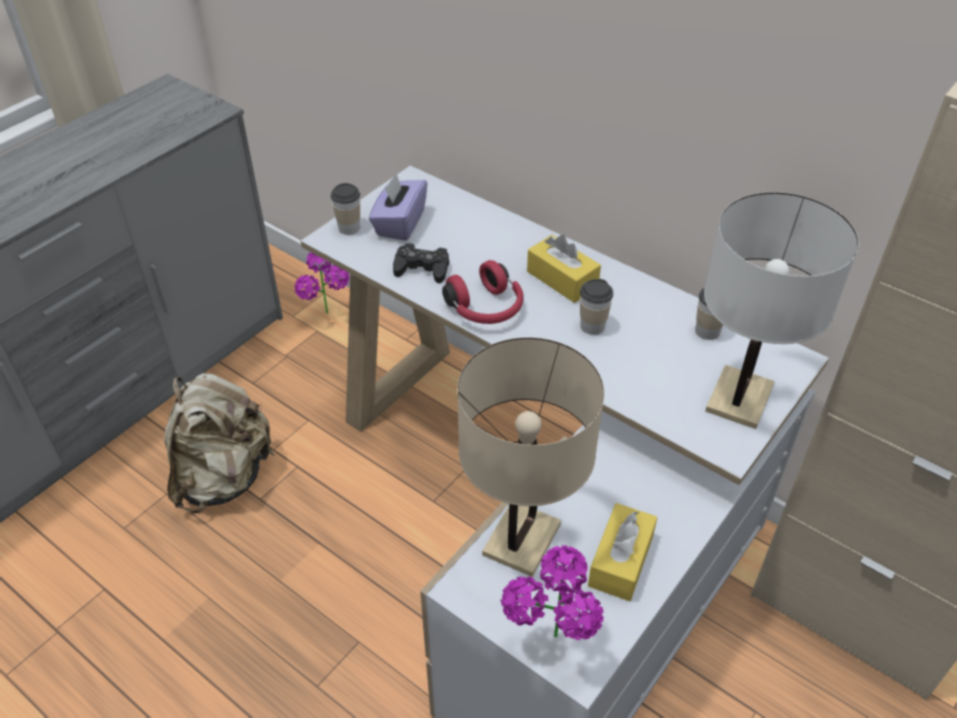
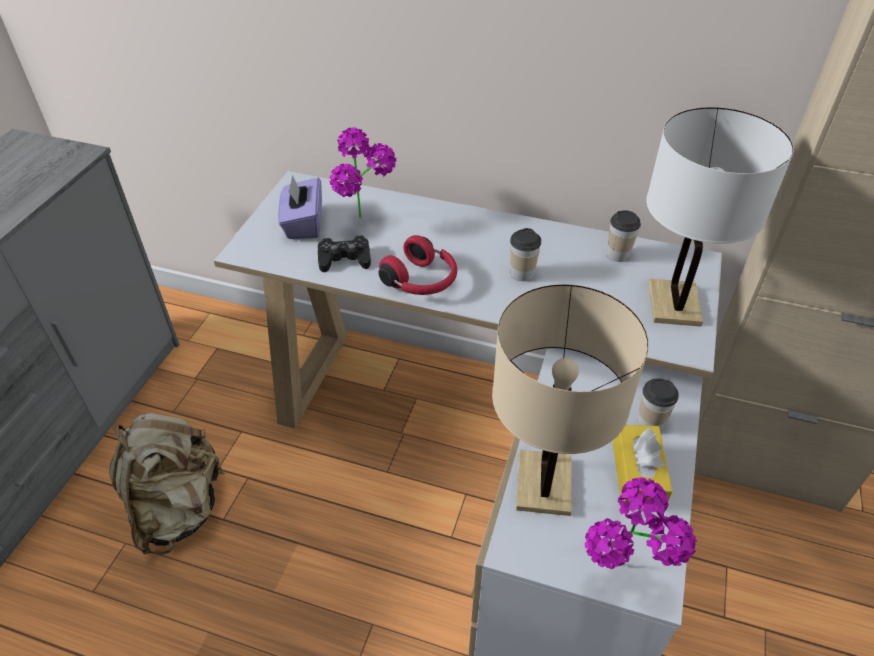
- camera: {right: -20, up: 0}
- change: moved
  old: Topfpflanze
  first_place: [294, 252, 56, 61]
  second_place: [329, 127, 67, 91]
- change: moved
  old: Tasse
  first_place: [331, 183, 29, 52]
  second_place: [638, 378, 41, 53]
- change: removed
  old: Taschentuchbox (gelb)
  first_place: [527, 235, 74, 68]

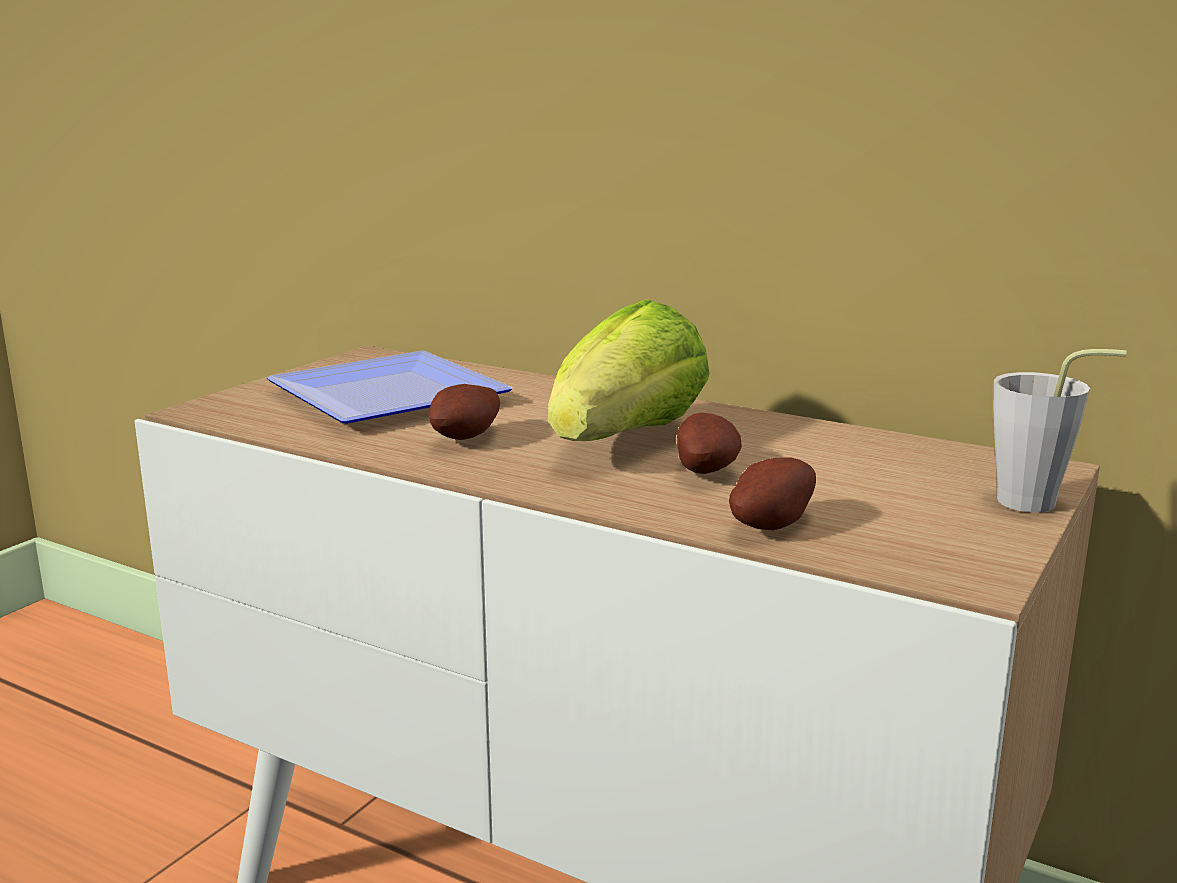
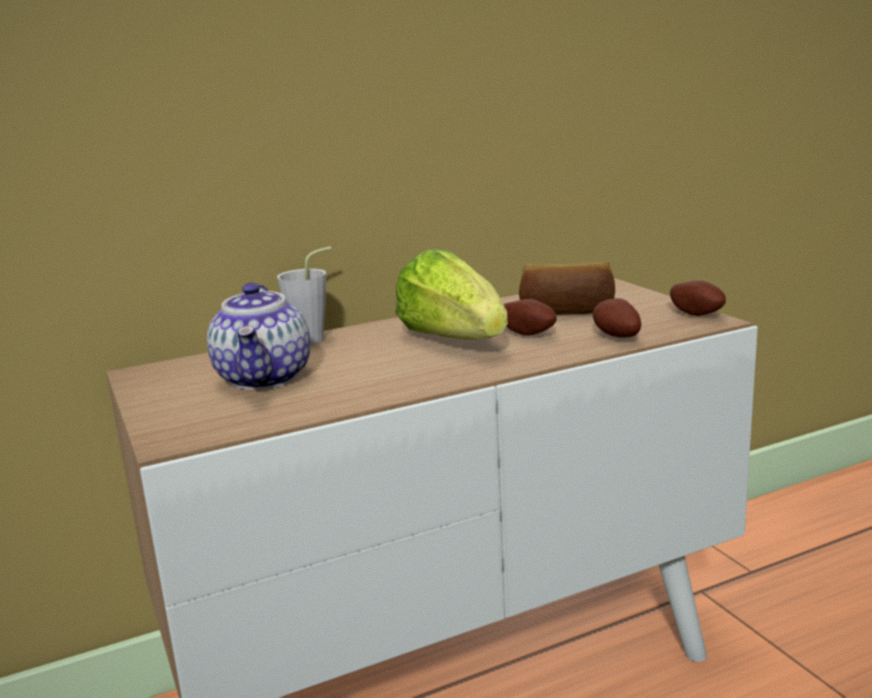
- camera: {right: -55, up: 0}
- change: replaced
  old: Teller
  new: Teekanne
  first_place: [267, 351, 246, 73]
  second_place: [207, 283, 104, 107]
- change: moved
  old: Kartoffel
  first_place: [429, 384, 71, 56]
  second_place: [670, 281, 56, 35]
- change: moved
  old: Tasse (grau)
  first_place: [994, 349, 133, 163]
  second_place: [277, 246, 55, 98]
- change: added
  new: Brot
  second_place: [519, 262, 96, 53]

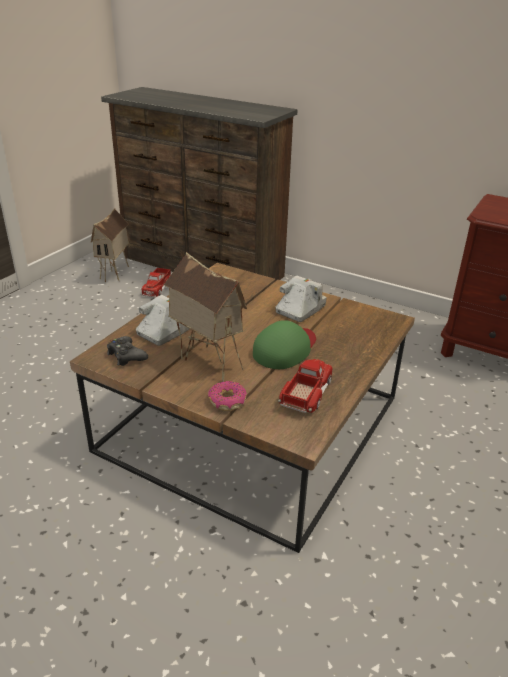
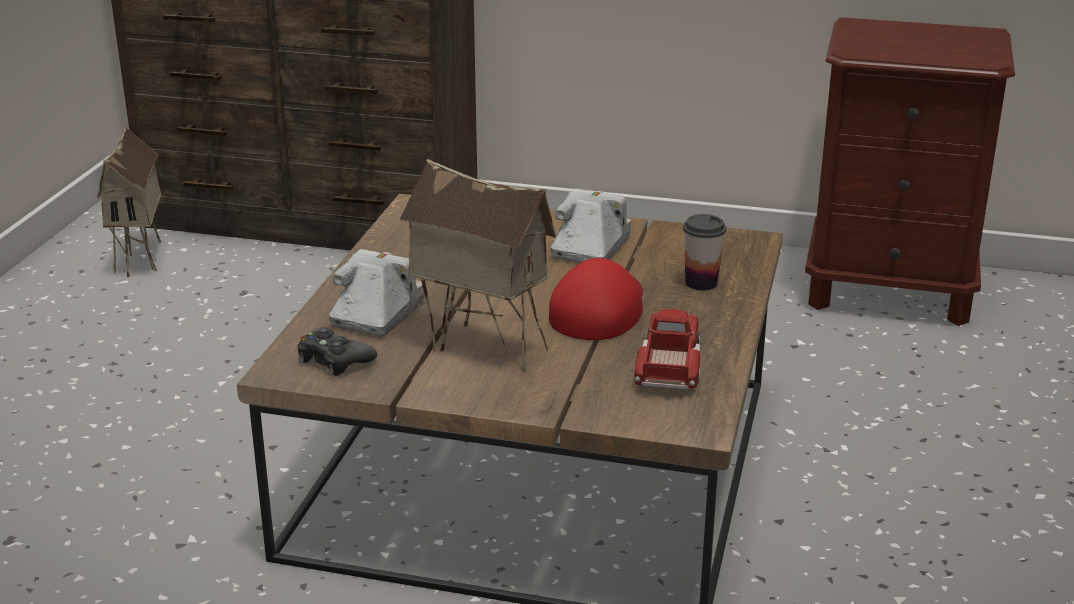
- camera: {right: -15, up: -5}
- change: removed
  old: Spielzeuglaster
  first_place: [141, 268, 30, 29]
- change: removed
  old: Donut
  first_place: [208, 381, 39, 29]
- change: recoloured
  old: Kappe (grün)
  new: Kappe (rot)
  first_place: [253, 320, 63, 49]
  second_place: [549, 258, 94, 82]
- change: added
  new: Tasse
  second_place: [683, 214, 43, 77]

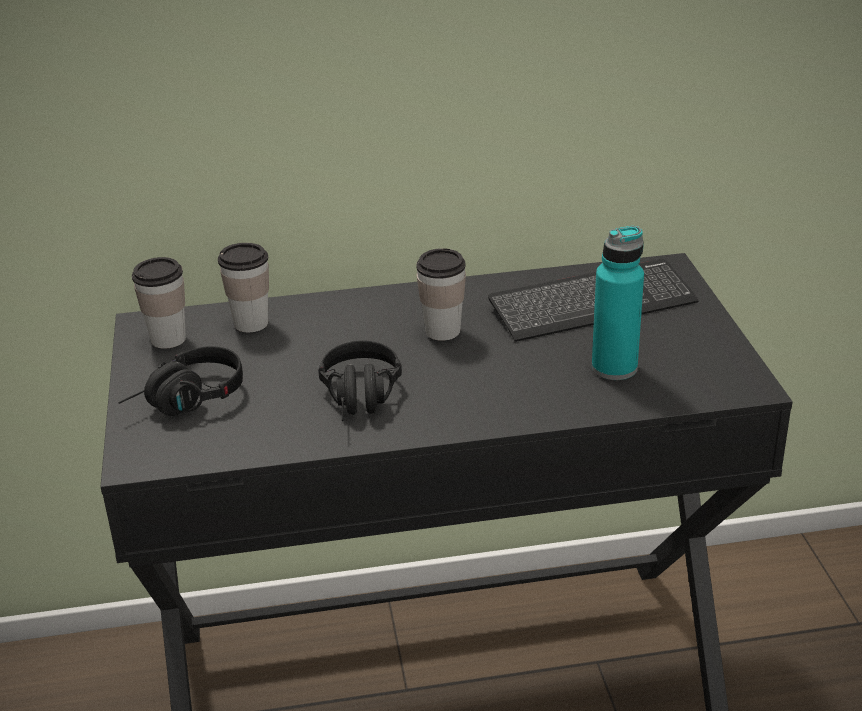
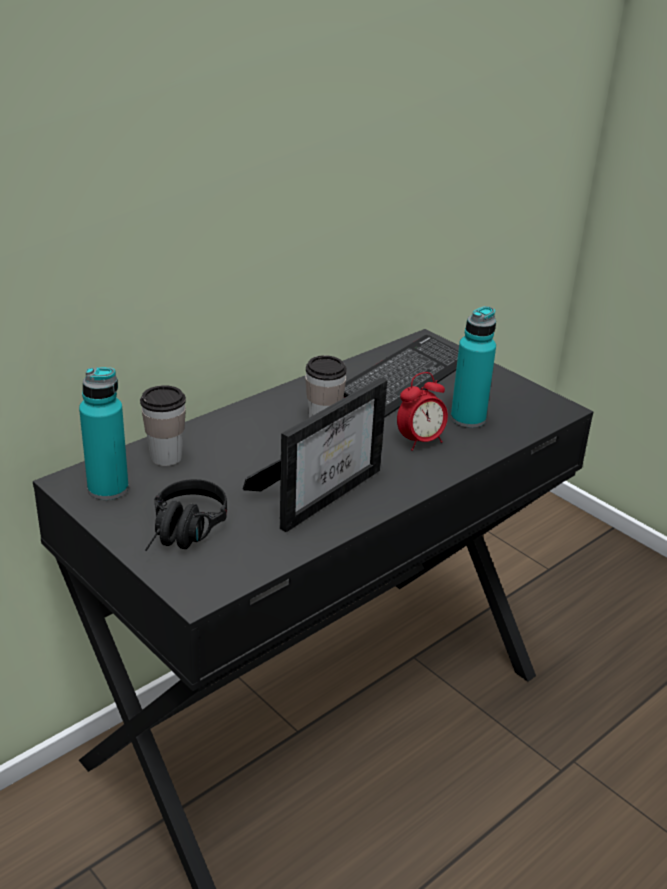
- camera: {right: -35, up: 0}
- change: replaced
  old: Tasse
  new: Flasche (türkis)
  first_place: [132, 257, 54, 92]
  second_place: [79, 367, 50, 133]
- change: replaced
  old: Kopfhörer (schwarz)
  new: Bilderrahmen
  first_place: [318, 341, 84, 80]
  second_place: [243, 378, 144, 154]
- change: added
  new: Wecker
  second_place: [397, 372, 51, 79]

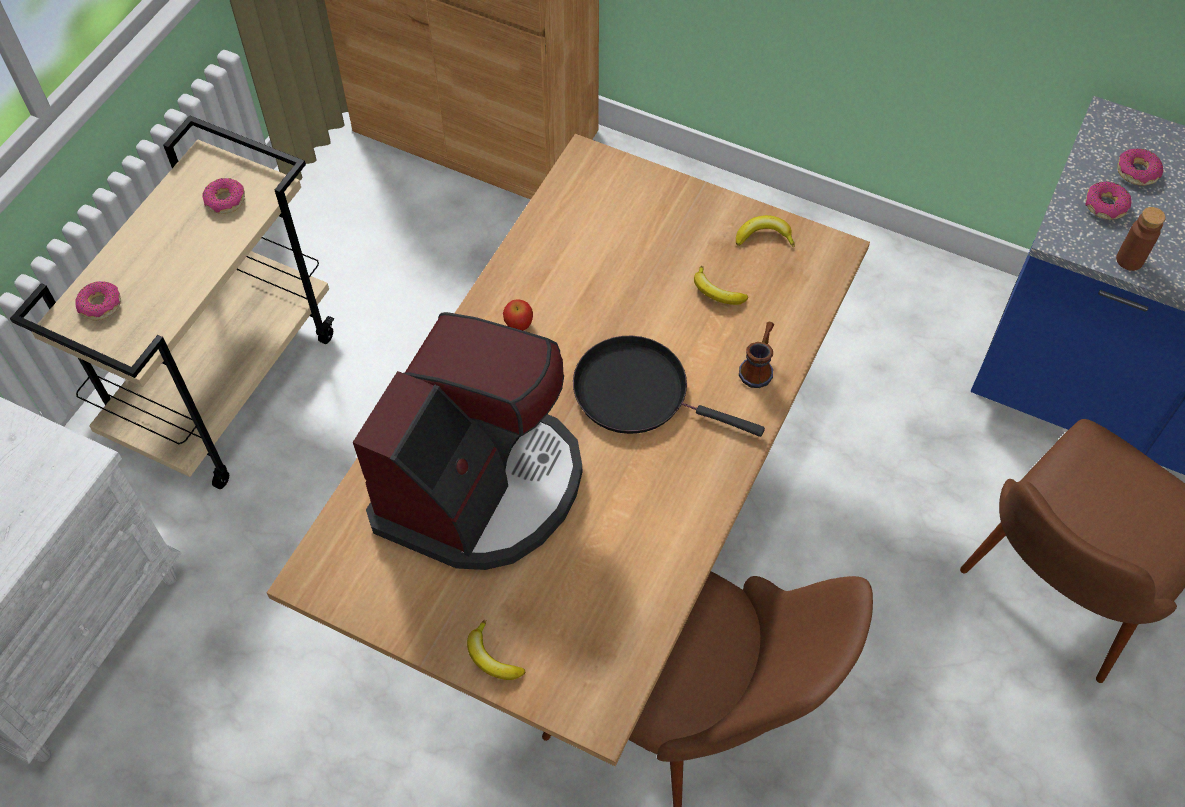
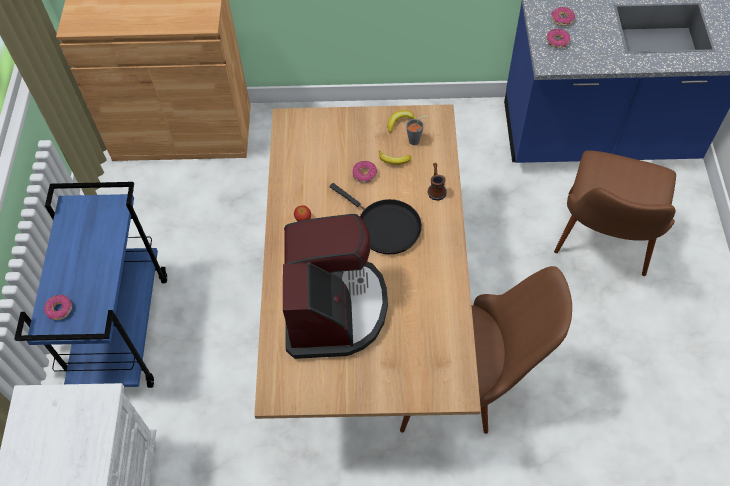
- camera: {right: -25, up: 0}
- change: recoloured
  old: Rollwagen (beige)
  new: Rollwagen (blau)
  first_place: [10, 115, 324, 374]
  second_place: [14, 182, 153, 206]
- change: moved
  old: Donut
  first_place: [202, 178, 43, 36]
  second_place: [352, 161, 25, 22]
- change: removed
  old: Banane
  first_place: [467, 620, 59, 60]
- change: turned
  old: Pfanne (schwarz)
  first_place: [573, 336, 192, 101]
  second_place: [330, 183, 92, 71]
  degrees: -135
- change: removed
  old: Flasche (braun)
  first_place: [1116, 207, 50, 64]
- change: added
  new: Tasse (grau)
  second_place: [406, 115, 22, 30]

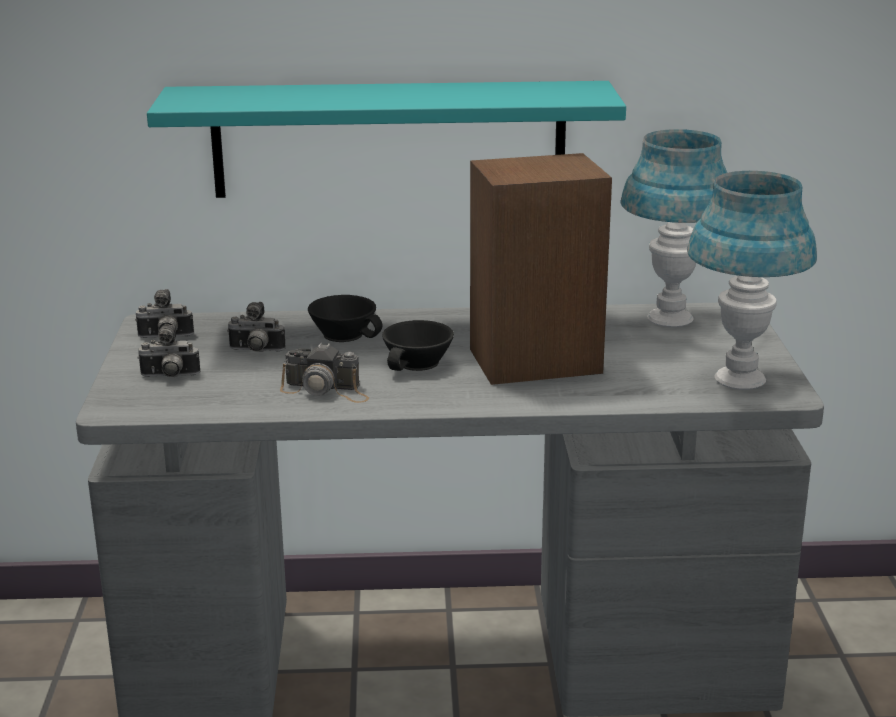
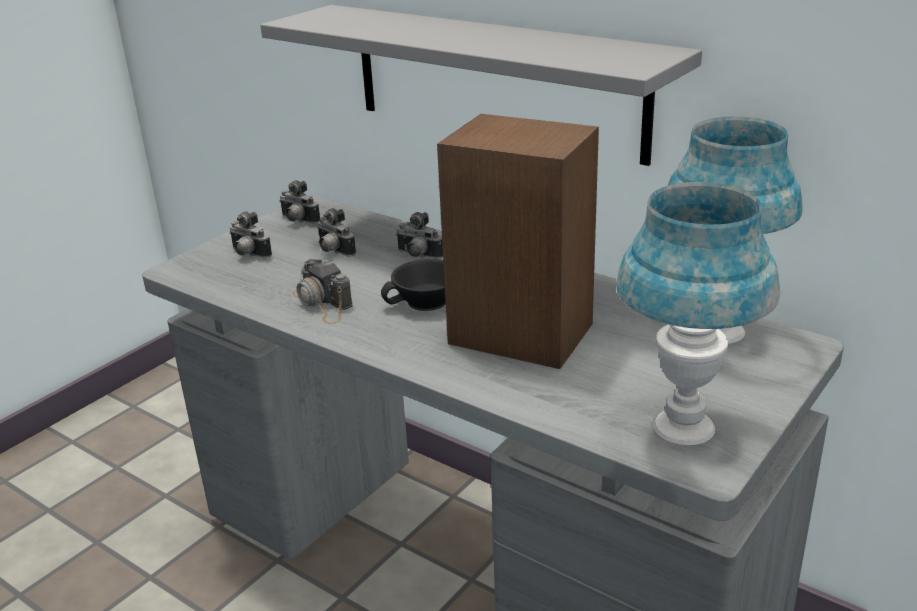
- camera: {right: 40, up: 5}
- change: recoloured
  old: Wandregal (türkis)
  new: Wandregal (grau)
  first_place: [147, 81, 479, 117]
  second_place: [260, 5, 442, 161]
- change: replaced
  old: Tasse (schwarz)
  new: Kamera
  first_place: [308, 295, 75, 47]
  second_place: [396, 212, 47, 47]

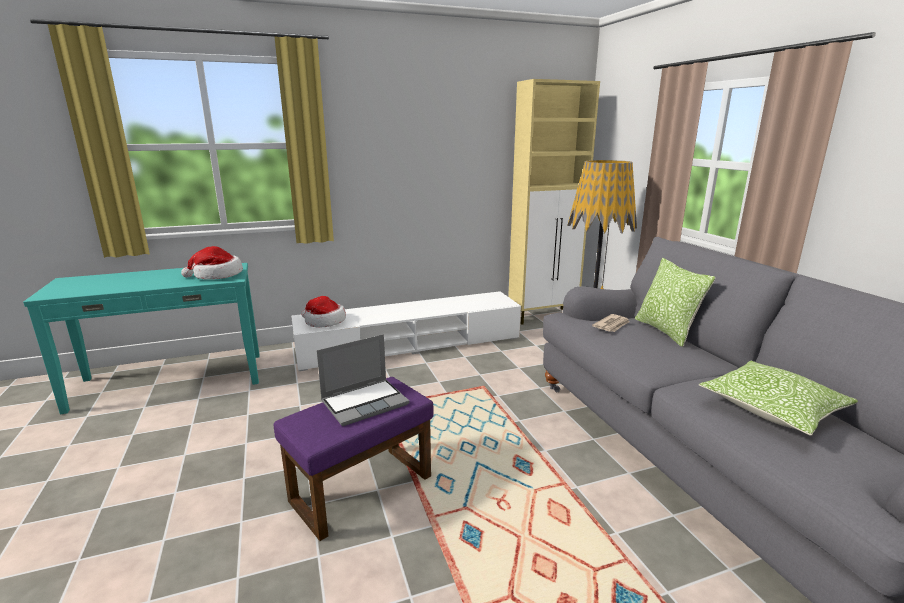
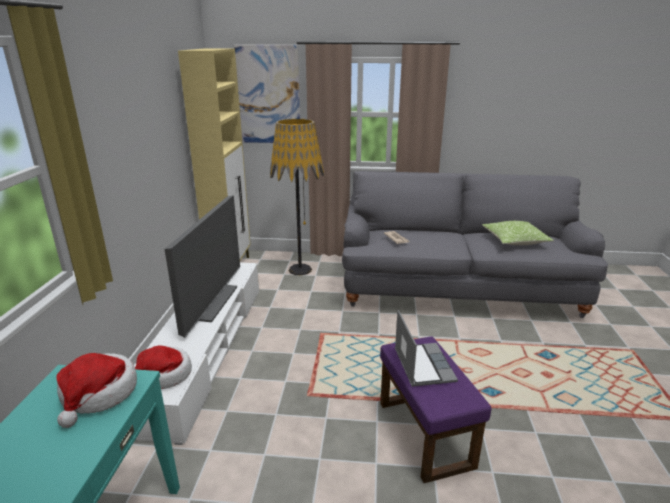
- camera: {right: -65, up: 5}
- change: removed
  old: Kissen
  first_place: [635, 258, 81, 89]
- change: added
  new: Fernseher
  second_place: [165, 195, 75, 143]
- change: added
  new: Bild
  second_place: [234, 45, 66, 98]

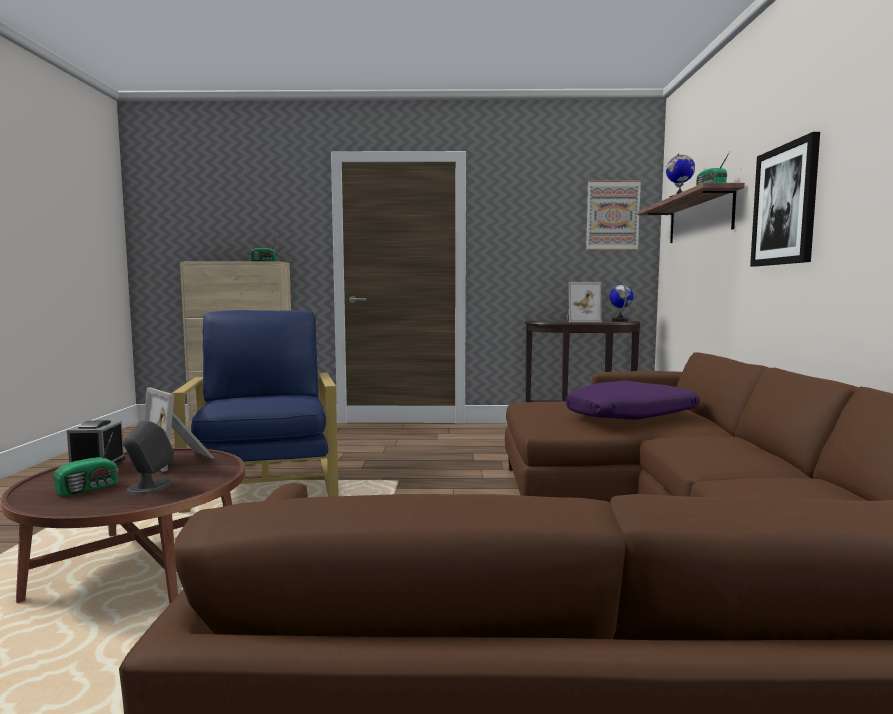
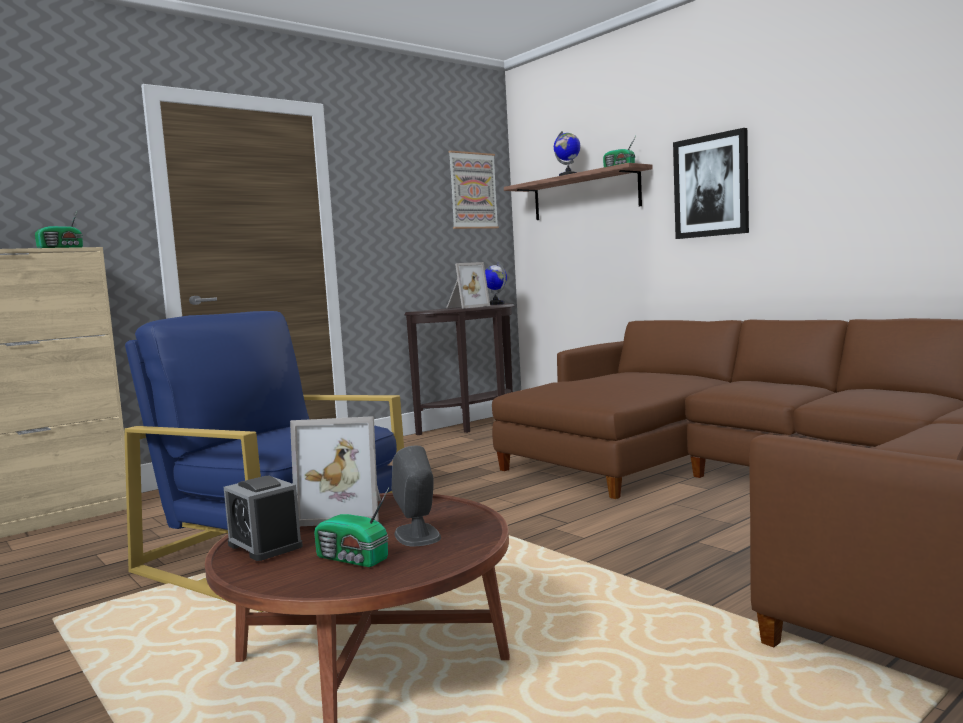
- camera: {right: -40, up: 0}
- change: turned
  old: Radio
  first_place: [54, 432, 65, 65]
  second_place: [314, 488, 75, 79]
  degrees: 120
- change: removed
  old: Kissen (lila)
  first_place: [565, 380, 135, 40]

